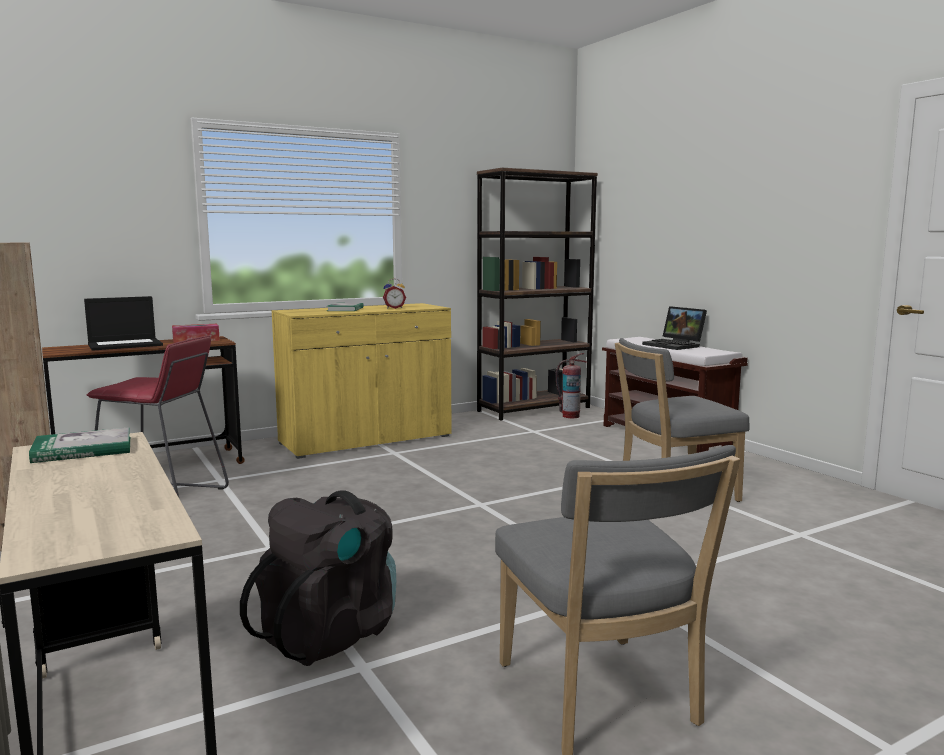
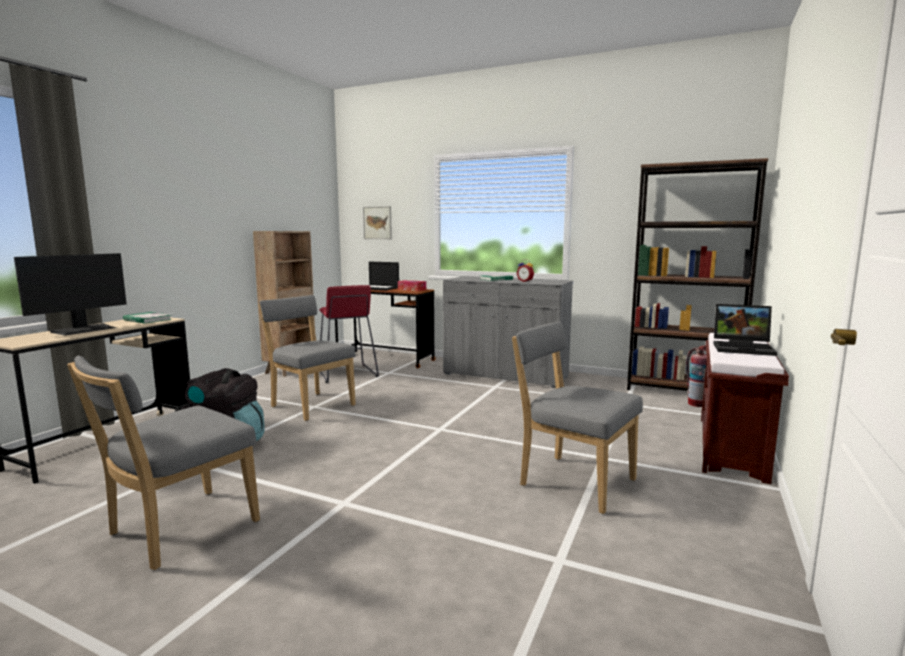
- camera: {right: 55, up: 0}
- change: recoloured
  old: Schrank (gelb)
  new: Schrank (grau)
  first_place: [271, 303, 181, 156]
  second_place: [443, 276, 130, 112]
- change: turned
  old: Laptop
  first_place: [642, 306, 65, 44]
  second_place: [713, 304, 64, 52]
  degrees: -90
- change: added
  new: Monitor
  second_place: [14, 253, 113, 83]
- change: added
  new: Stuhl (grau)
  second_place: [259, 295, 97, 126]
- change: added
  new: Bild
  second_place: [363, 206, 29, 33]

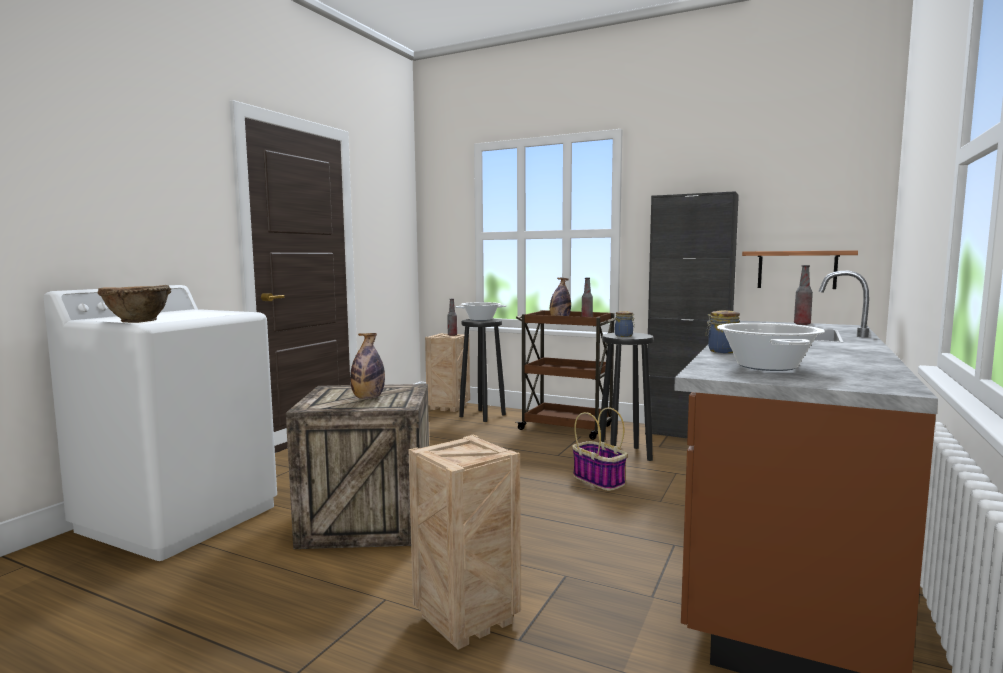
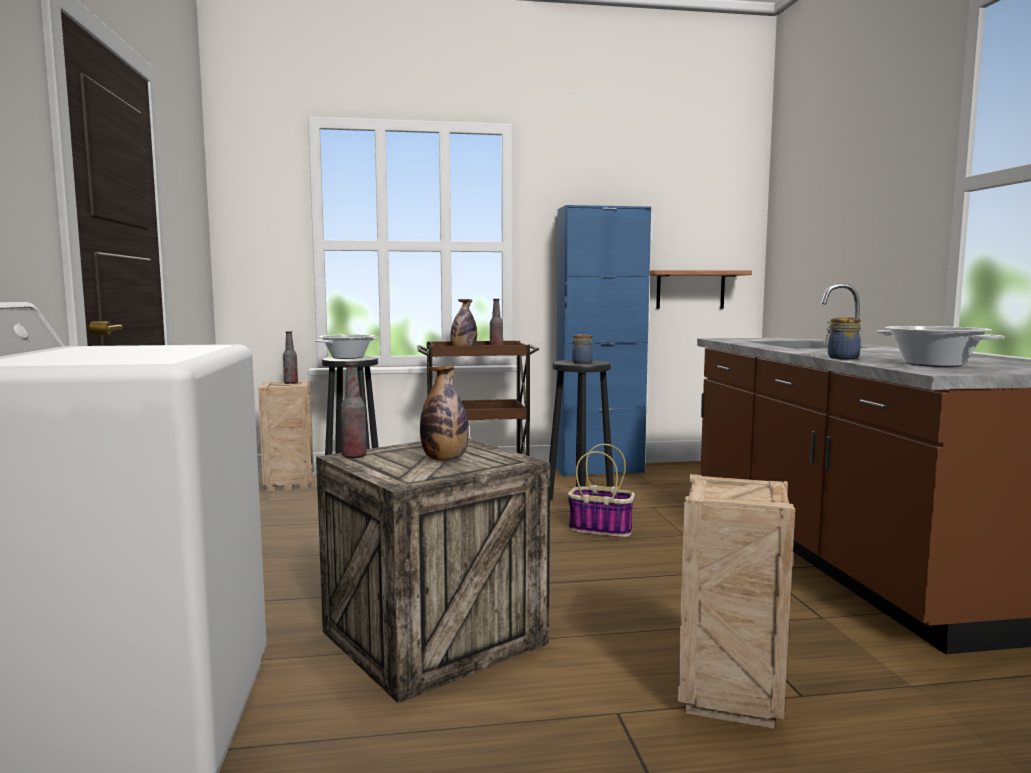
- camera: {right: -35, up: 0}
- change: removed
  old: Schüssel (braun)
  first_place: [98, 285, 74, 38]
- change: recoloured
  old: Schrank (schwarz)
  new: Schrank (blau)
  first_place: [645, 191, 94, 247]
  second_place: [556, 205, 95, 272]
- change: moved
  old: Flasche
  first_place: [794, 265, 19, 60]
  second_place: [341, 363, 26, 95]

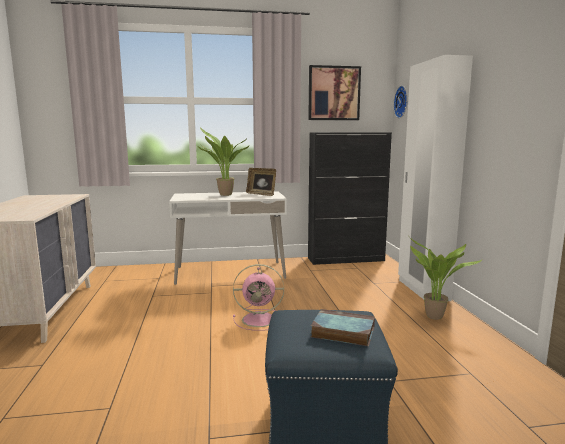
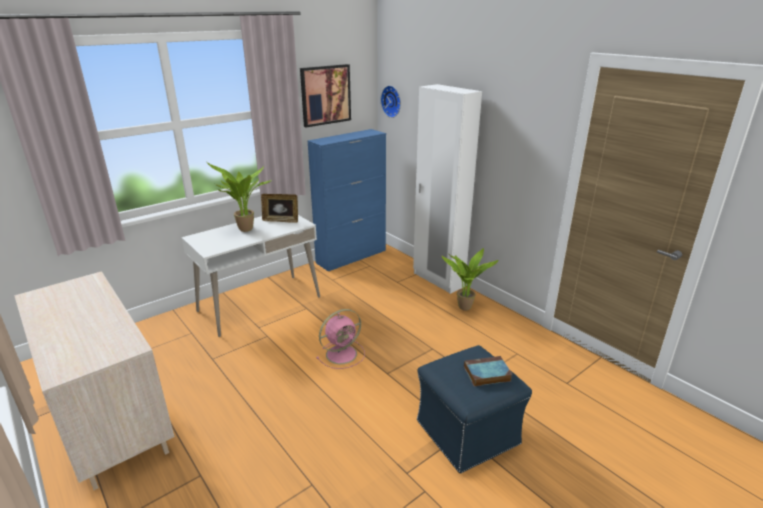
- camera: {right: -30, up: 15}
- change: recoloured
  old: Schrank (schwarz)
  new: Schrank (blau)
  first_place: [308, 132, 84, 133]
  second_place: [308, 129, 78, 142]

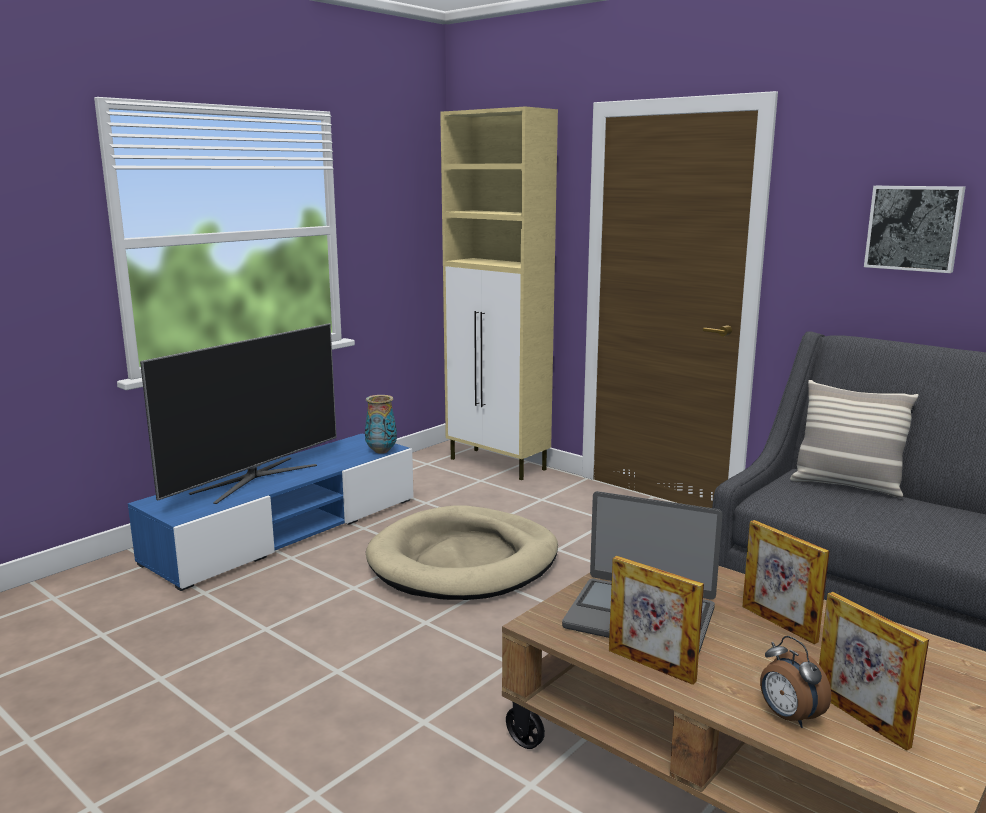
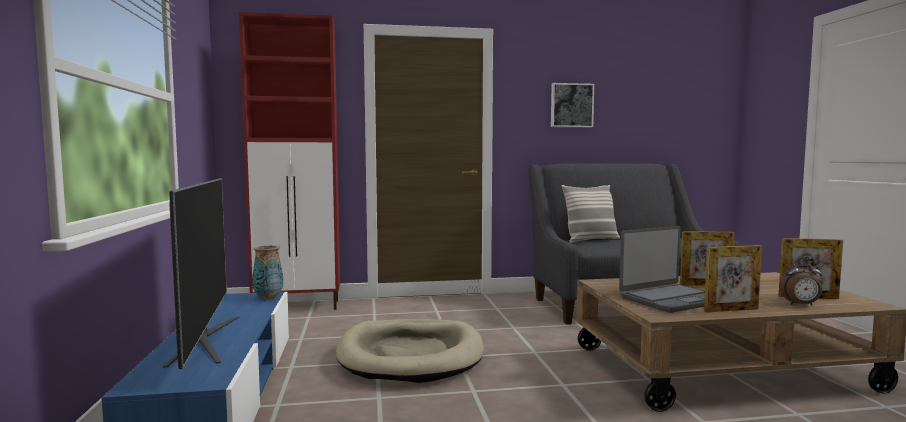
- camera: {right: -50, up: -10}
- change: recoloured
  old: Schrank (beige)
  new: Schrank (rot)
  first_place: [440, 107, 118, 373]
  second_place: [239, 12, 101, 298]

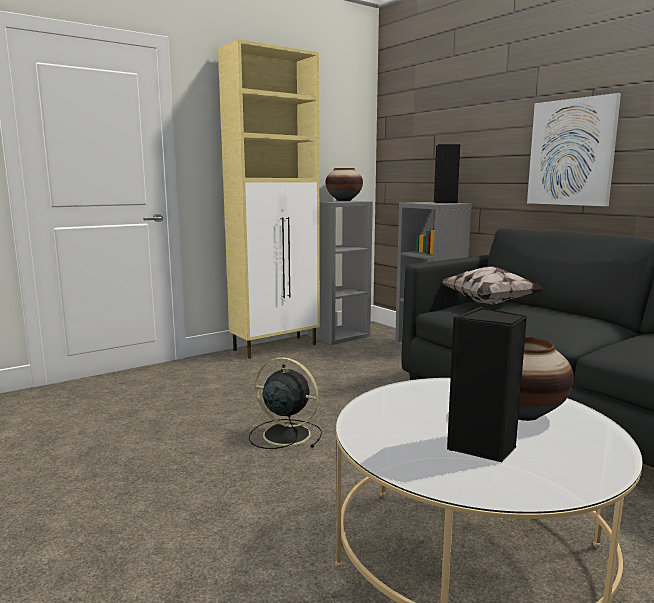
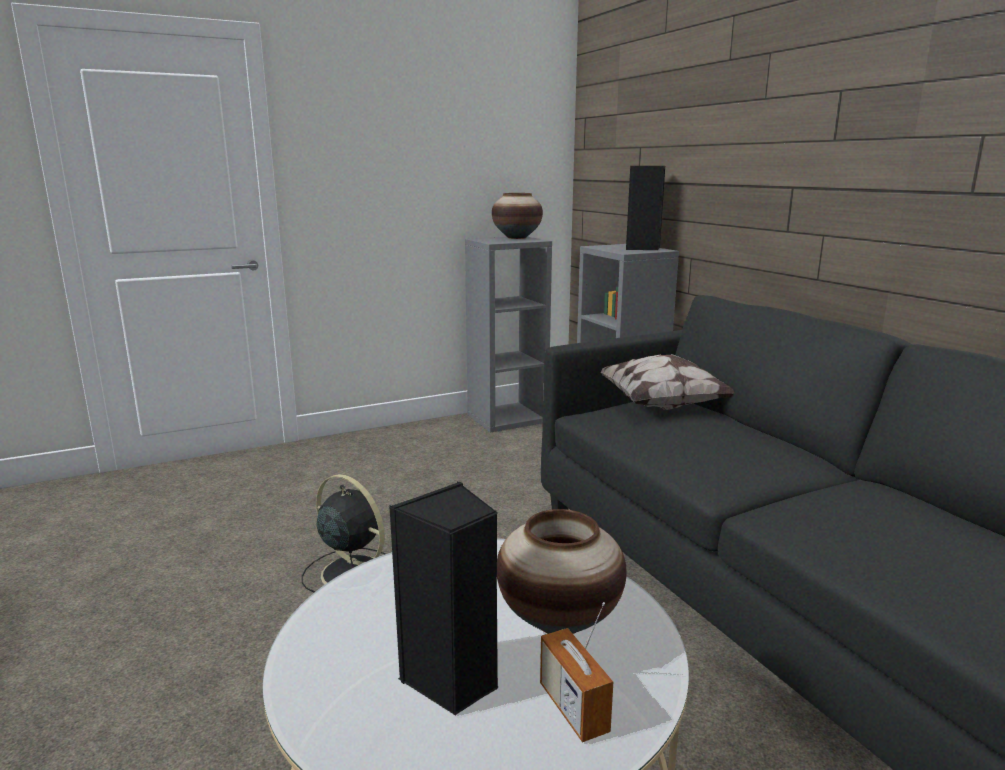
- camera: {right: 10, up: 5}
- change: removed
  old: Schrank (beige)
  first_place: [218, 39, 102, 320]
- change: removed
  old: Bild
  first_place: [527, 93, 94, 113]
- change: added
  new: Radio
  second_place: [540, 602, 73, 140]

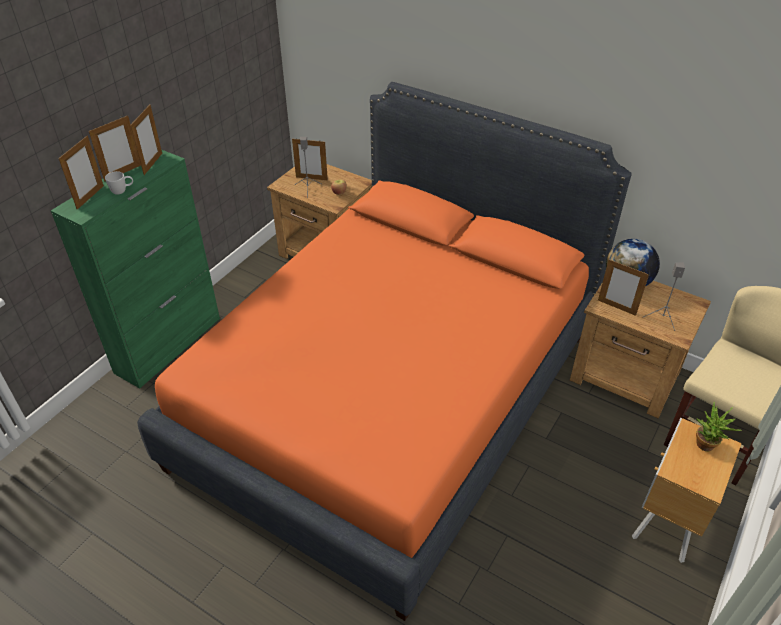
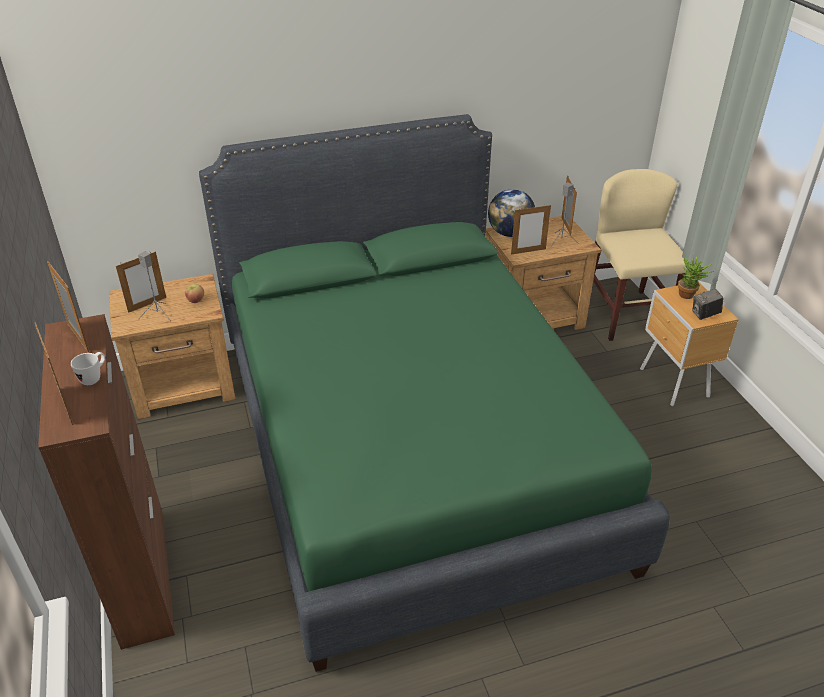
- camera: {right: -50, up: -5}
- change: recoloured
  old: Schrank (grün)
  new: Schrank (braun)
  first_place: [51, 150, 169, 238]
  second_place: [38, 314, 137, 336]
- change: moved
  old: Bilderrahmen
  first_place: [89, 115, 52, 66]
  second_place: [562, 175, 15, 60]
- change: recoloured
  old: Bett (orange)
  new: Bett (grün)
  first_place: [137, 82, 495, 539]
  second_place: [199, 114, 471, 558]
- change: added
  new: Kamera
  second_place: [692, 289, 32, 31]

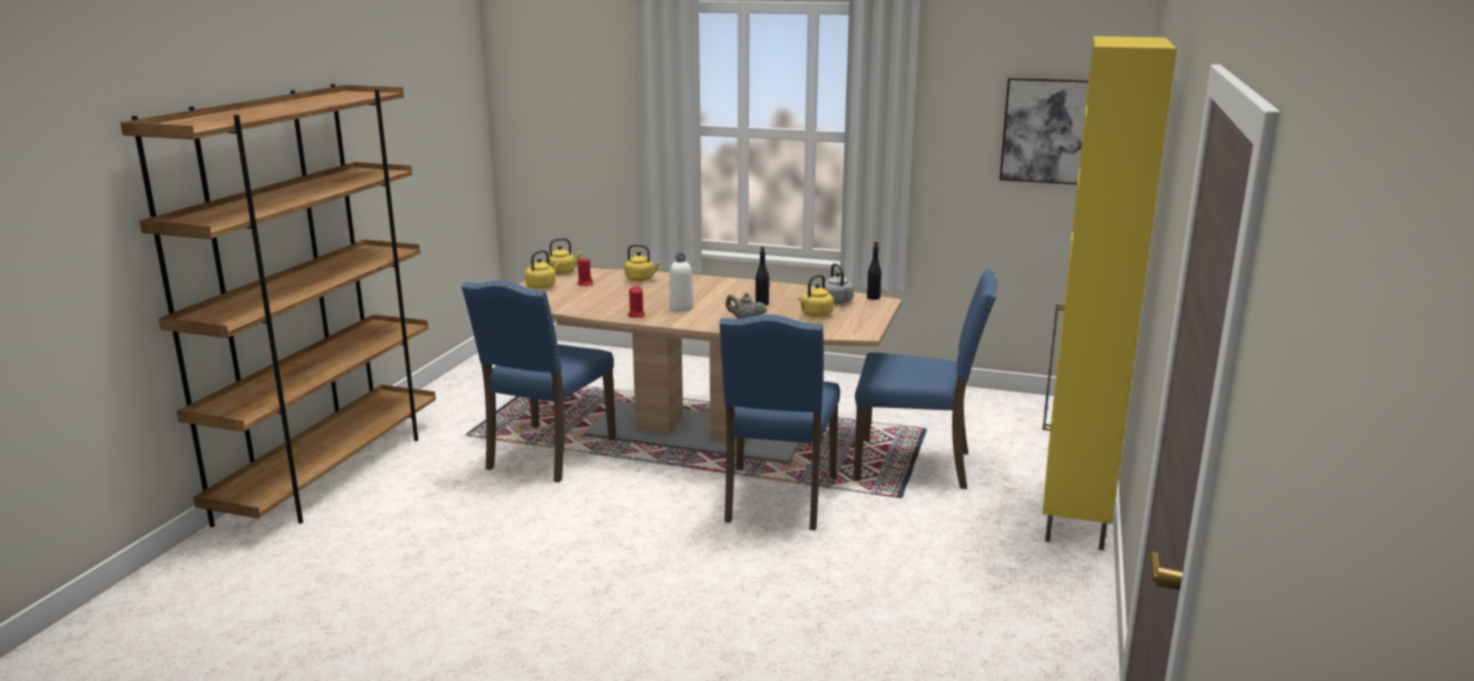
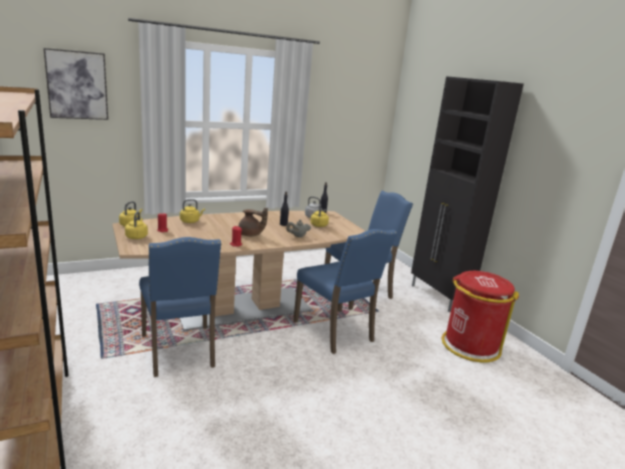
- camera: {right: -45, up: 0}
- change: replaced
  old: Flasche (weiß)
  new: Teekanne (braun)
  first_place: [669, 253, 24, 59]
  second_place: [239, 208, 29, 29]
- change: moved
  old: Bild
  first_place: [999, 78, 90, 107]
  second_place: [44, 48, 64, 72]
- change: recoloured
  old: Schrank (gelb)
  new: Schrank (schwarz)
  first_place: [1042, 36, 135, 514]
  second_place: [411, 76, 113, 236]
- change: added
  new: Mülleimer (rot)
  second_place: [442, 271, 77, 91]

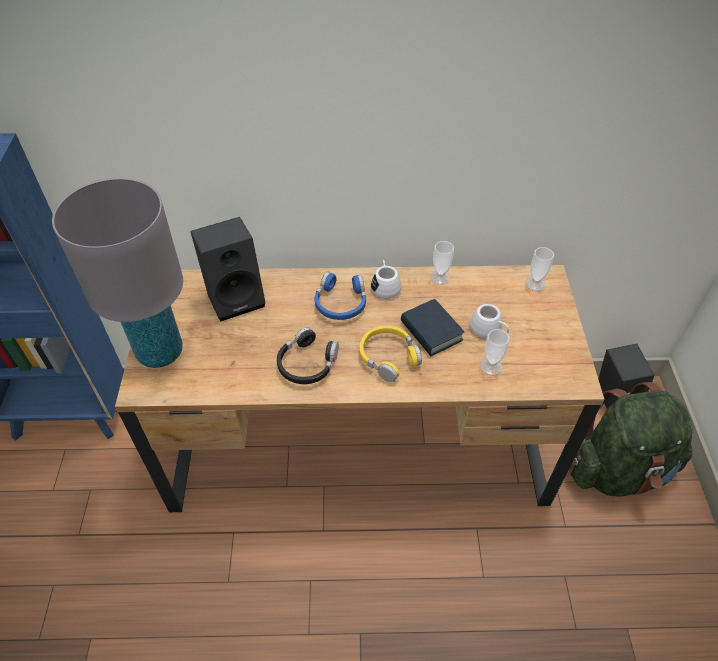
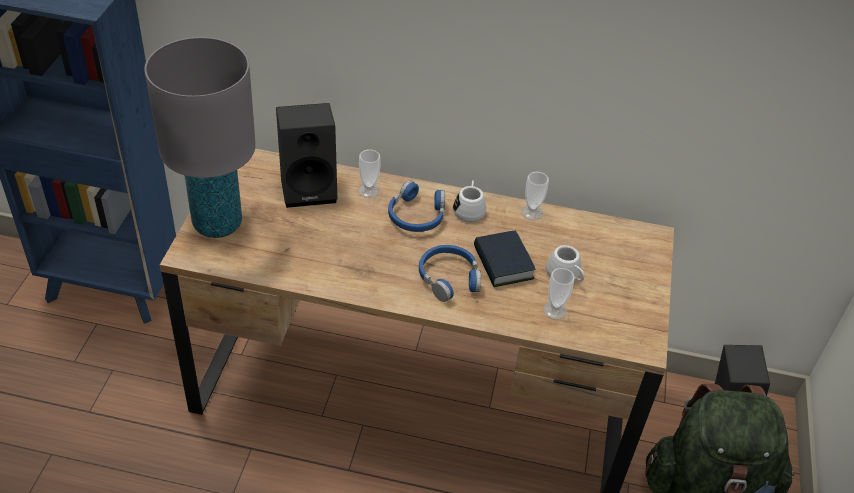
- camera: {right: 10, up: -5}
- change: removed
  old: Kopfhörer (schwarz)
  first_place: [277, 327, 62, 57]
- change: recoloured
  old: Kopfhörer (gelb)
  new: Kopfhörer (blau)
  first_place: [359, 326, 63, 56]
  second_place: [419, 245, 62, 57]
- change: moved
  old: Tasse
  first_place: [525, 247, 29, 44]
  second_place: [358, 149, 22, 49]

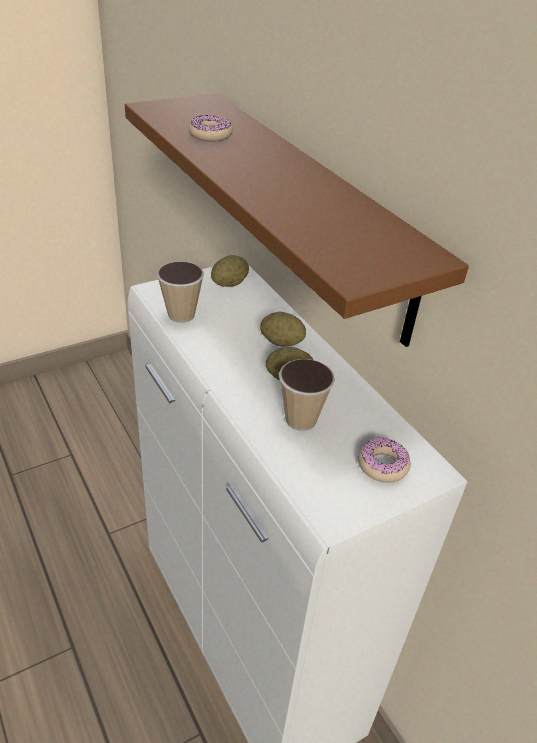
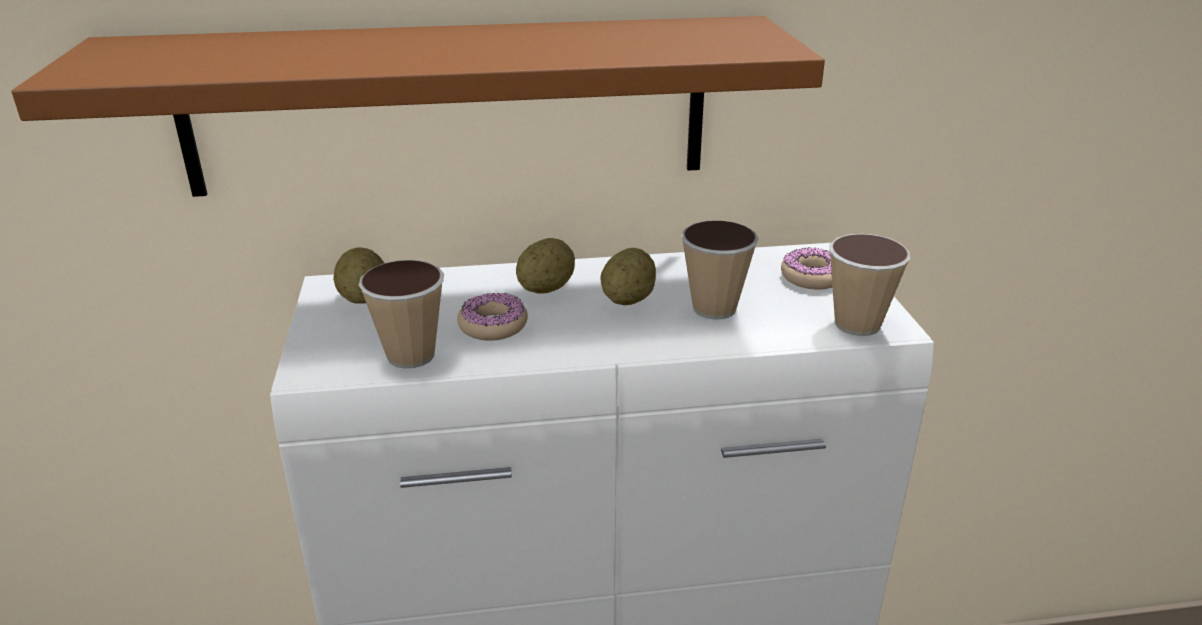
- camera: {right: -65, up: -10}
- change: moved
  old: Donut
  first_place: [189, 115, 44, 27]
  second_place: [457, 293, 71, 47]
- change: added
  new: Tasse
  second_place: [829, 234, 81, 102]

